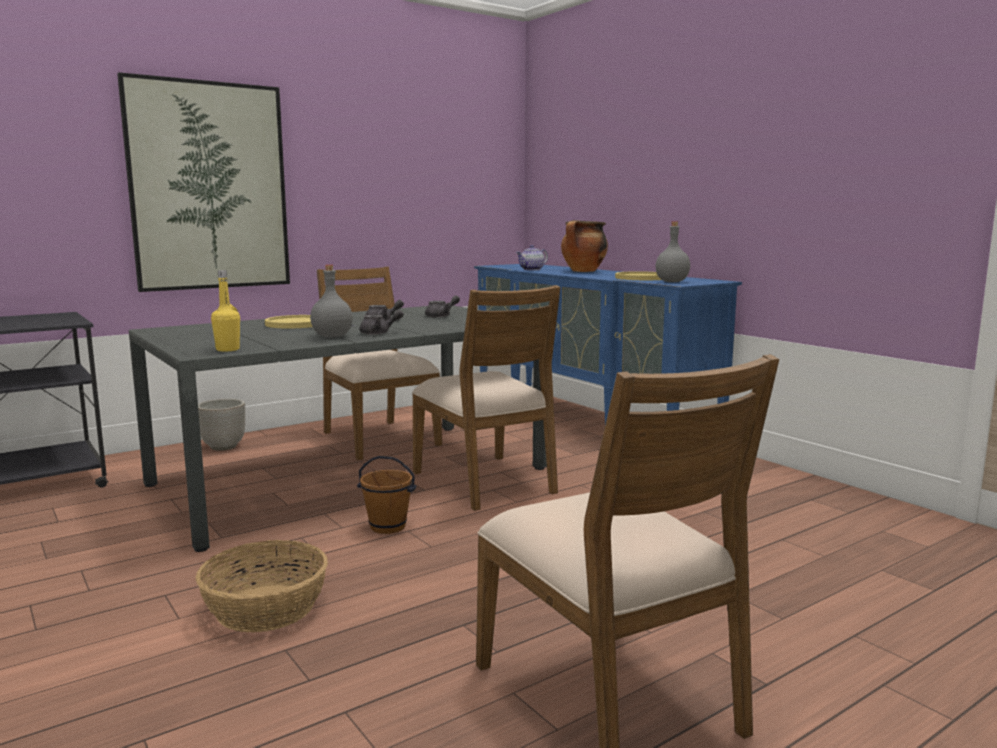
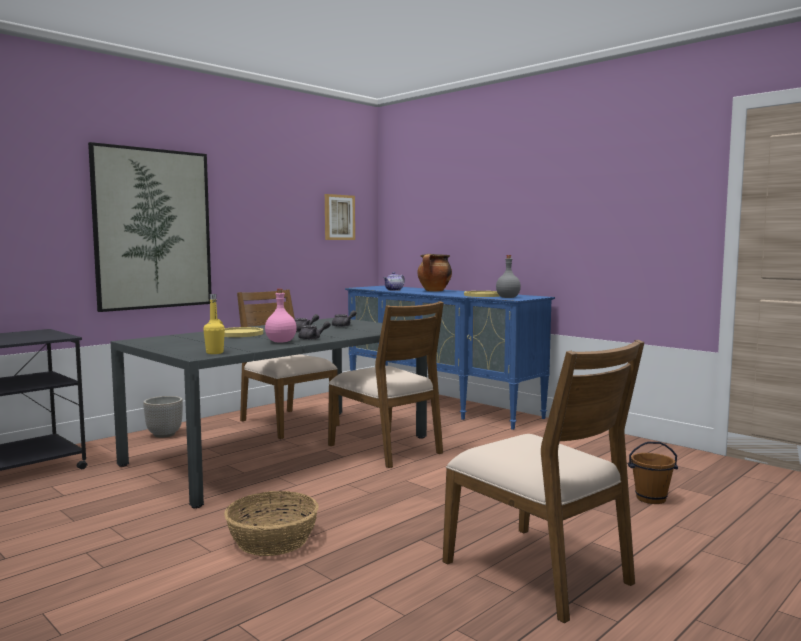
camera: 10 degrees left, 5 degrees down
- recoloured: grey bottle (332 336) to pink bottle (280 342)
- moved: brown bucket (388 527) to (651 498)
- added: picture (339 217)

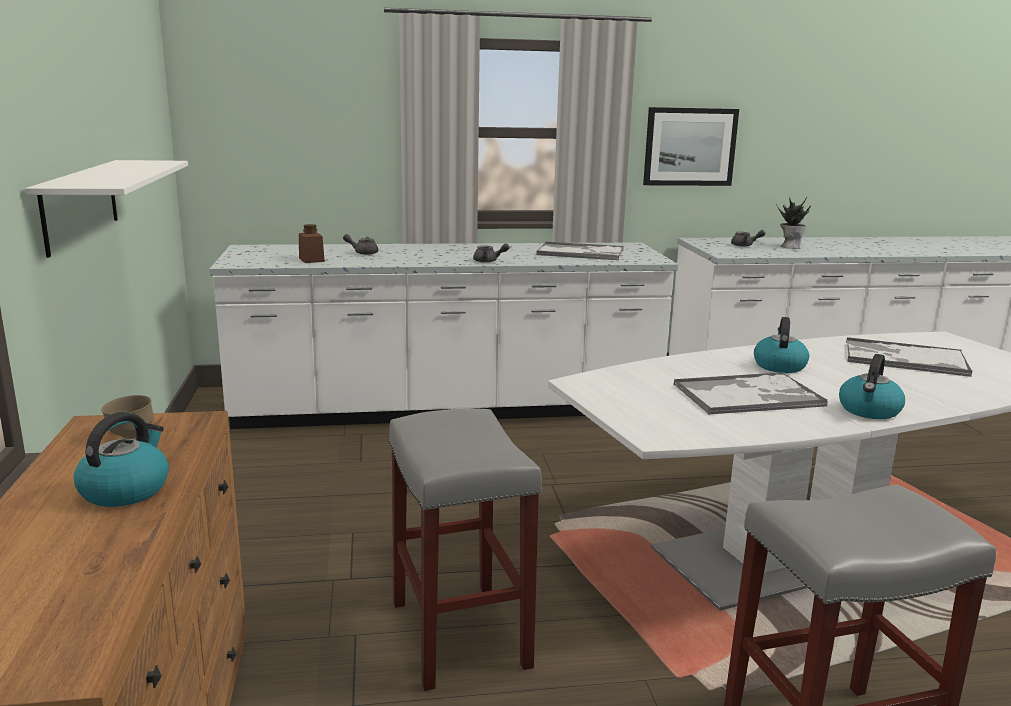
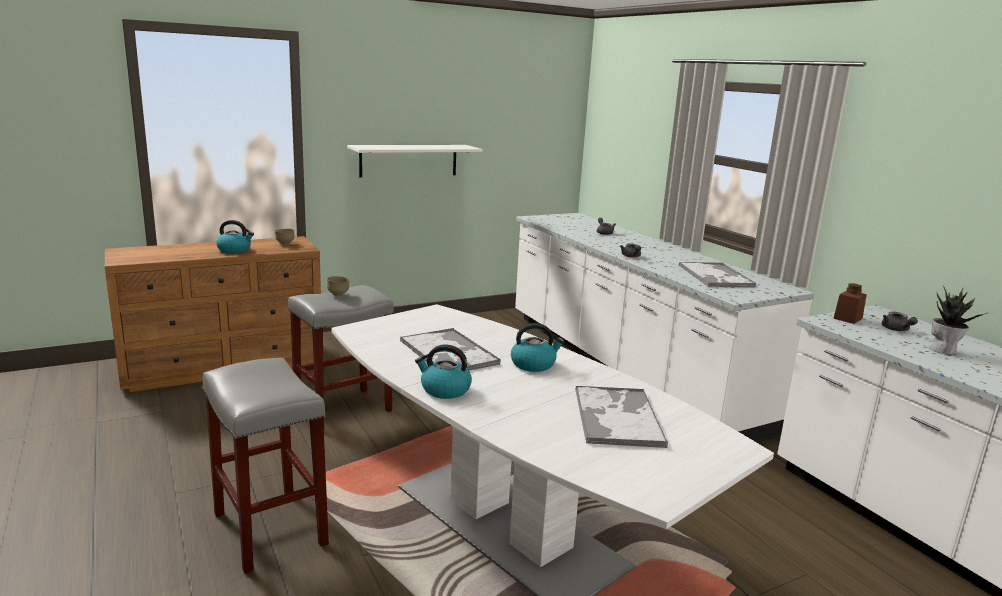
camera: 70 degrees right, 0 degrees up
- moved: brown jar (311 260) to (847 318)
- removed: picture (690 147)
- added: brown bowl (338 295)

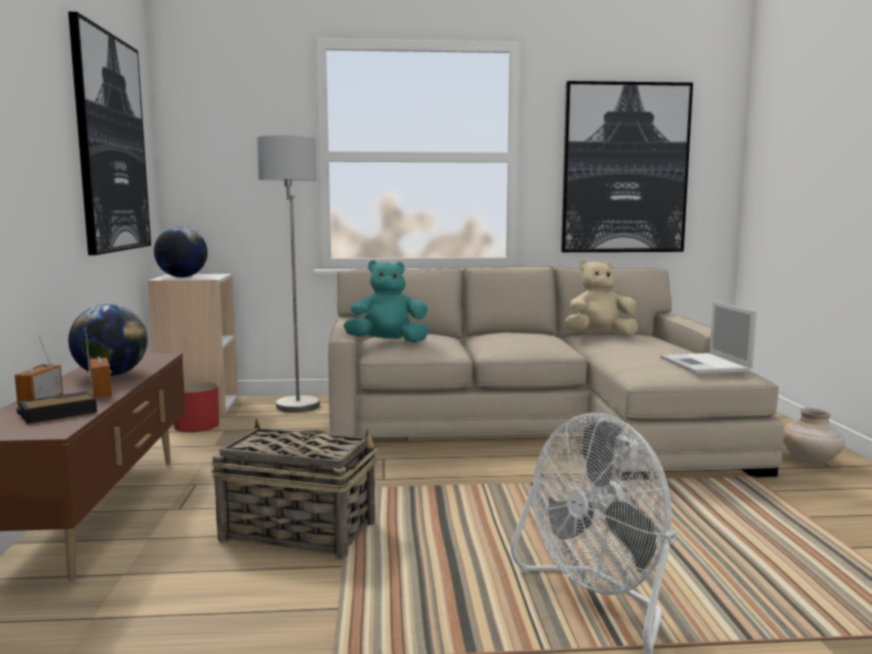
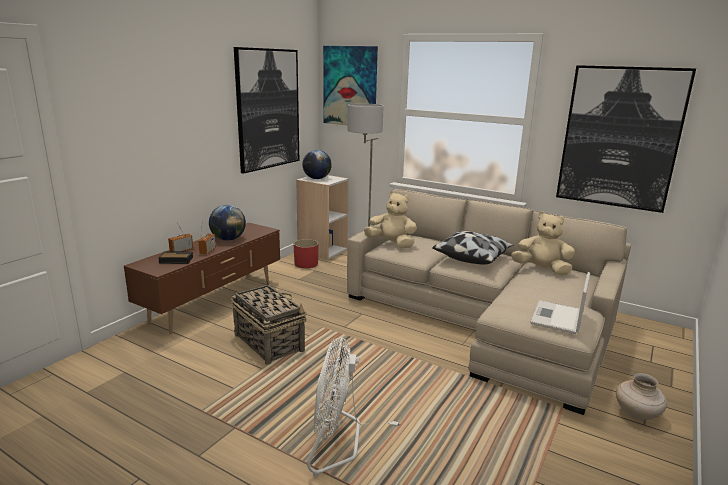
camera: 35 degrees right, 10 degrees up
- recoloured: turquoise plush toy (388 342) to beige plush toy (391 244)
- added: picture (350 86)
- added: pillow (472 257)

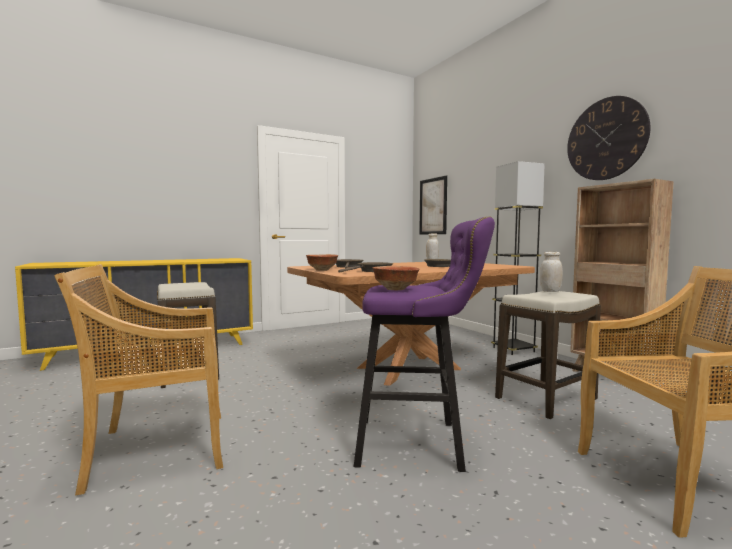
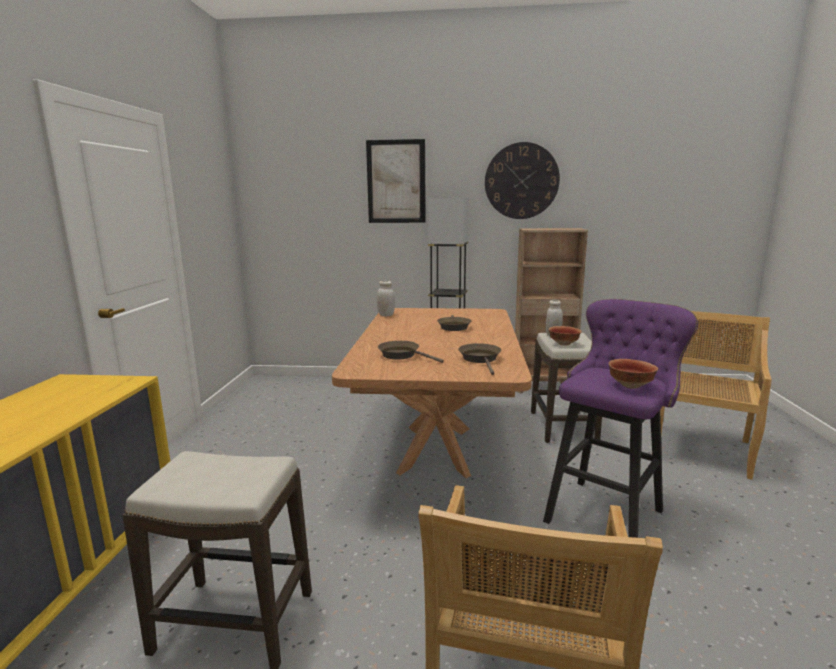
camera: 55 degrees left, 10 degrees up
- moved: bowl (322 270) to (564 344)
- moved: picture (433 206) to (396 182)

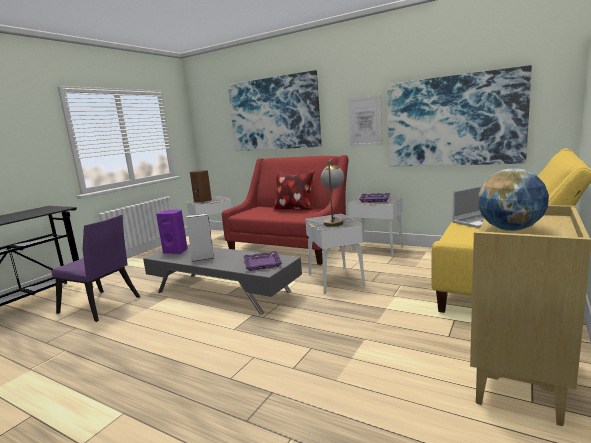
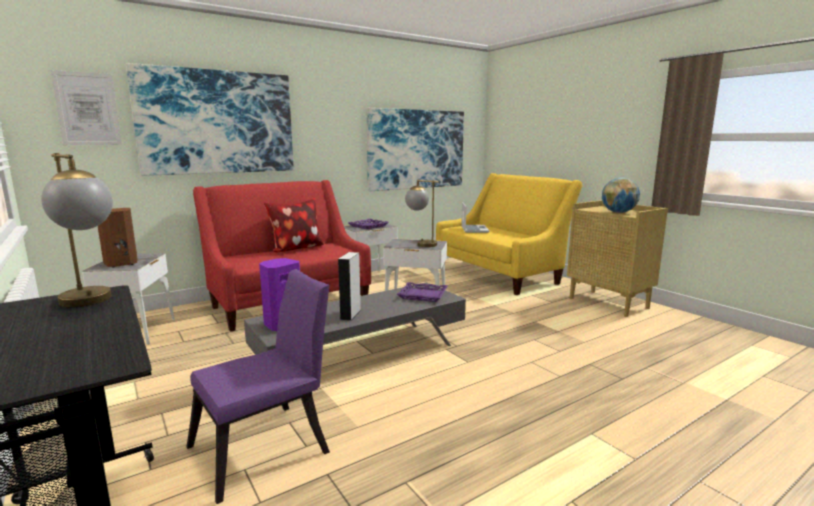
camera: 65 degrees left, 0 degrees up
- moved: picture (365 121) to (87 109)
- added: table lamp (92 303)

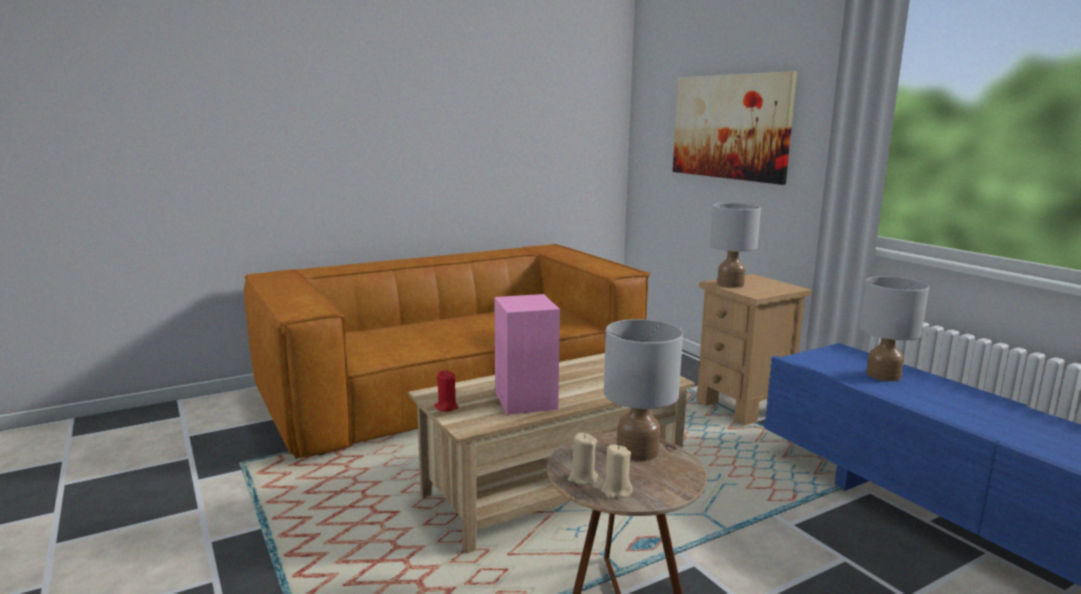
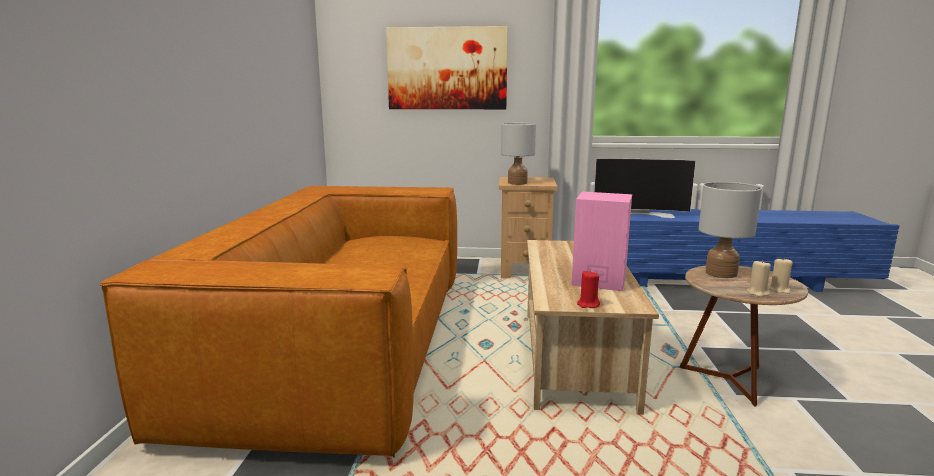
camera: 55 degrees left, 0 degrees up
- replaced: grey table lamp (884 376) to television (640 214)

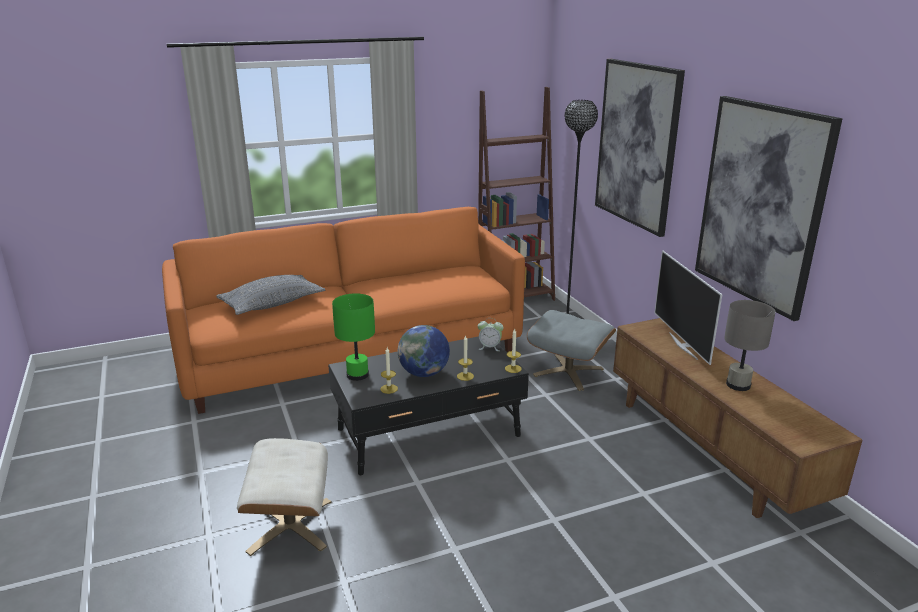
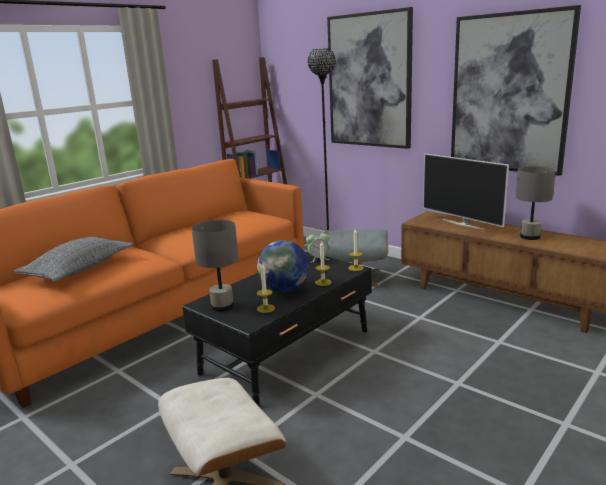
camera: 25 degrees left, 5 degrees down
- recoloured: green table lamp (357 375) to grey table lamp (222 306)

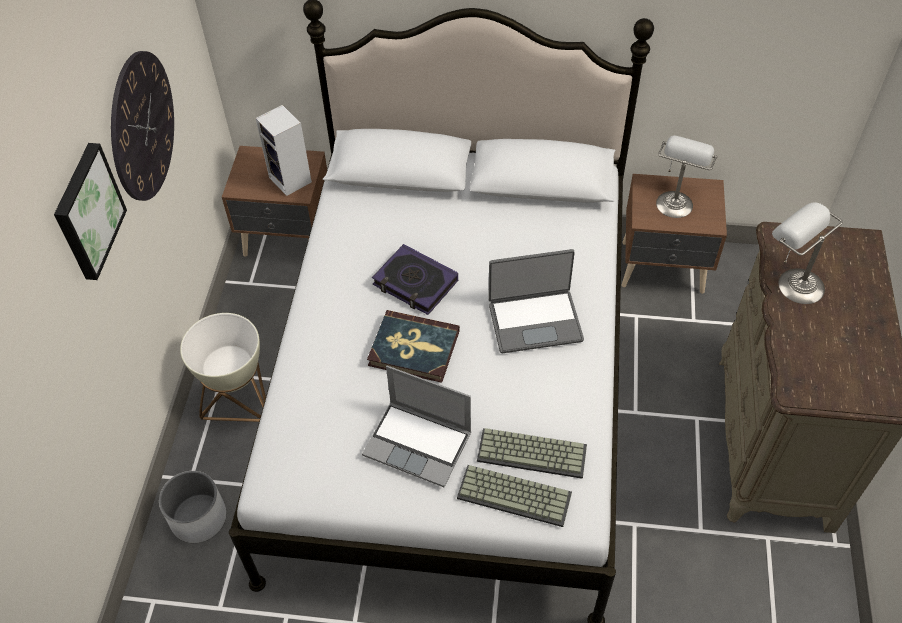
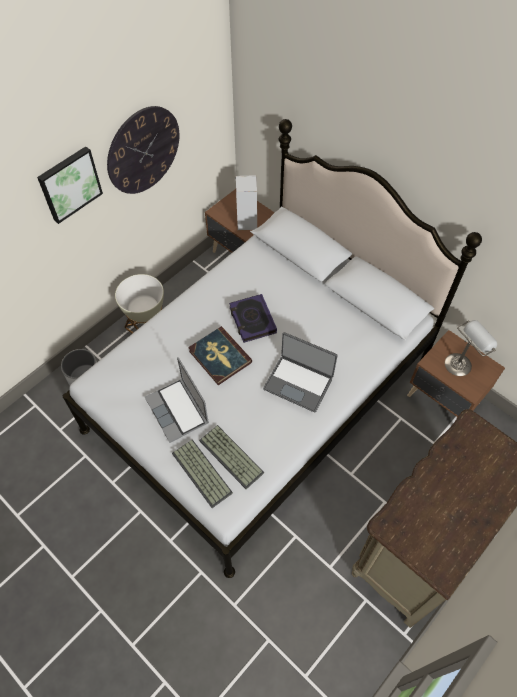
camera: 35 degrees right, 5 degrees up
- removed: white table lamp (792 281)

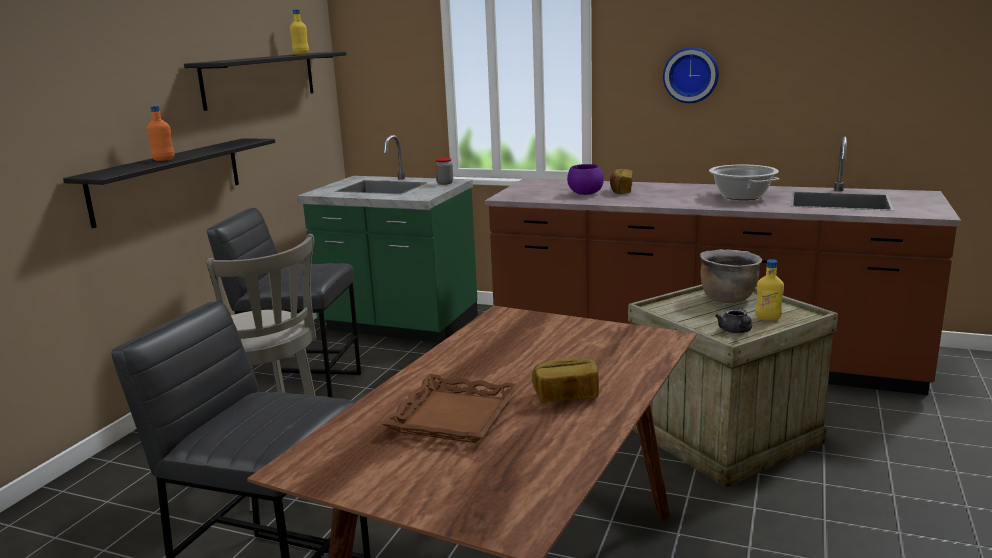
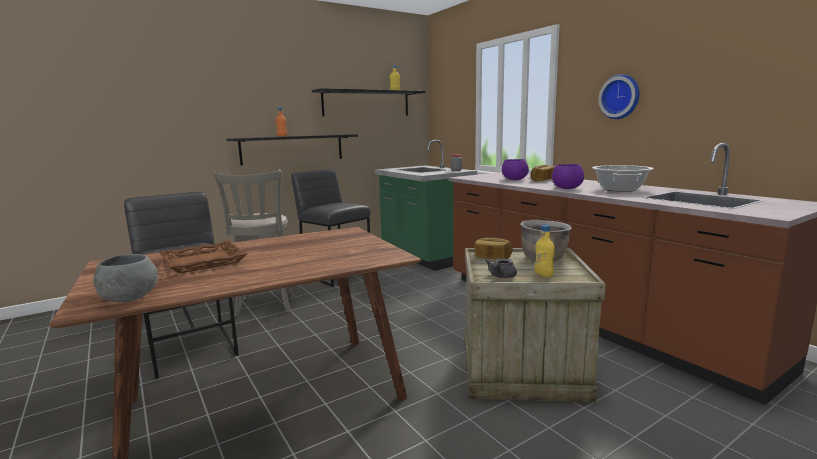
camera: 35 degrees right, 5 degrees down
- moved: bread (566 395) to (492 258)
- added: grey bowl (129 299)
- added: purple bowl (566 188)

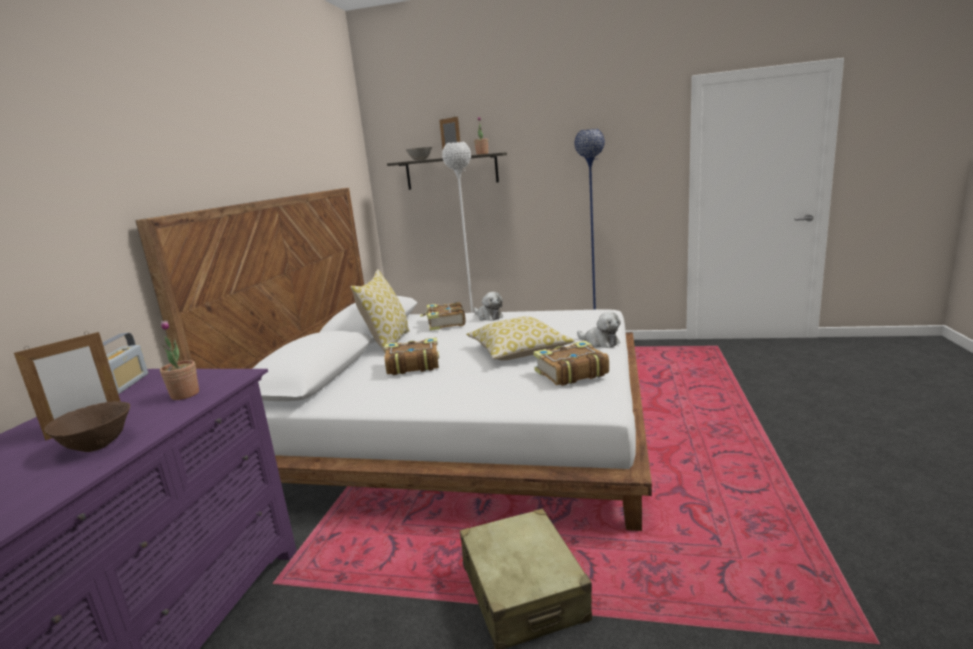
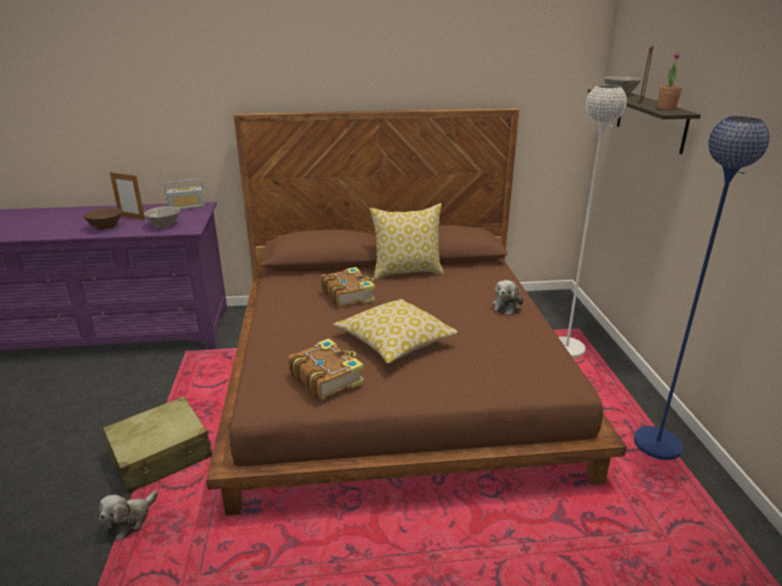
camera: 70 degrees right, 10 degrees up
- recoloured: white bed (463 424) to brown bed (396 376)
- replaced: potted plant (185 394) to grey bowl (164 225)
- removed: book (445 323)
- moved: plush toy (600 342) to (130 520)

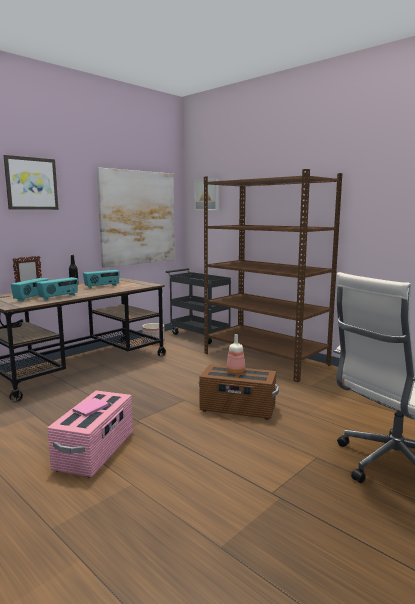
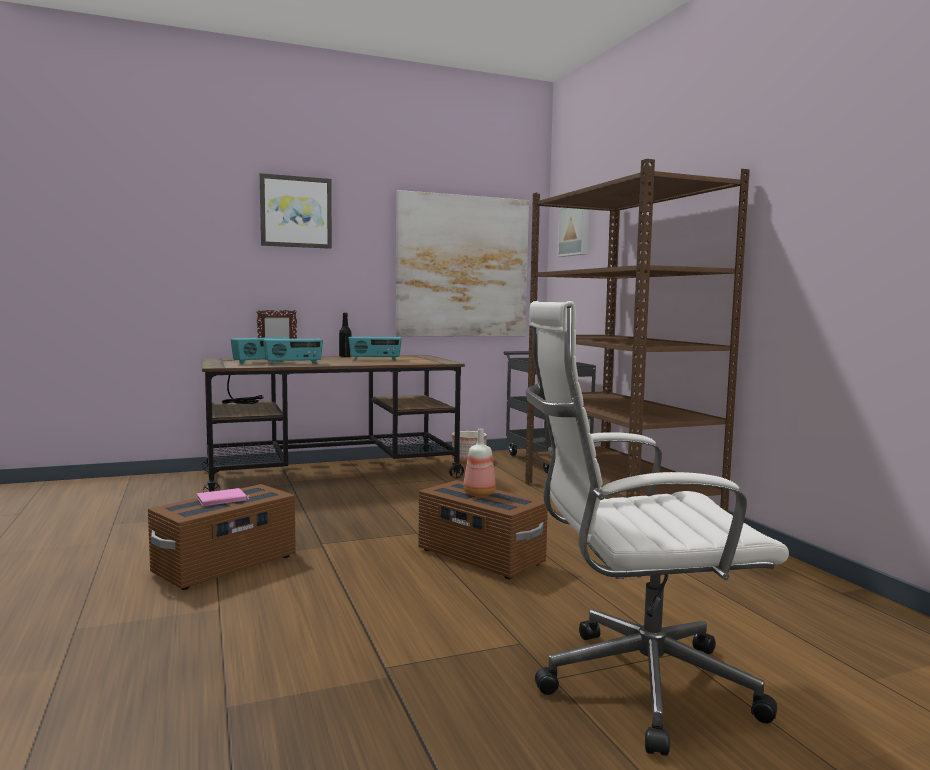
camera: 25 degrees right, 5 degrees down
- recoloured: pink storage box (95 451) to brown storage box (226 565)

